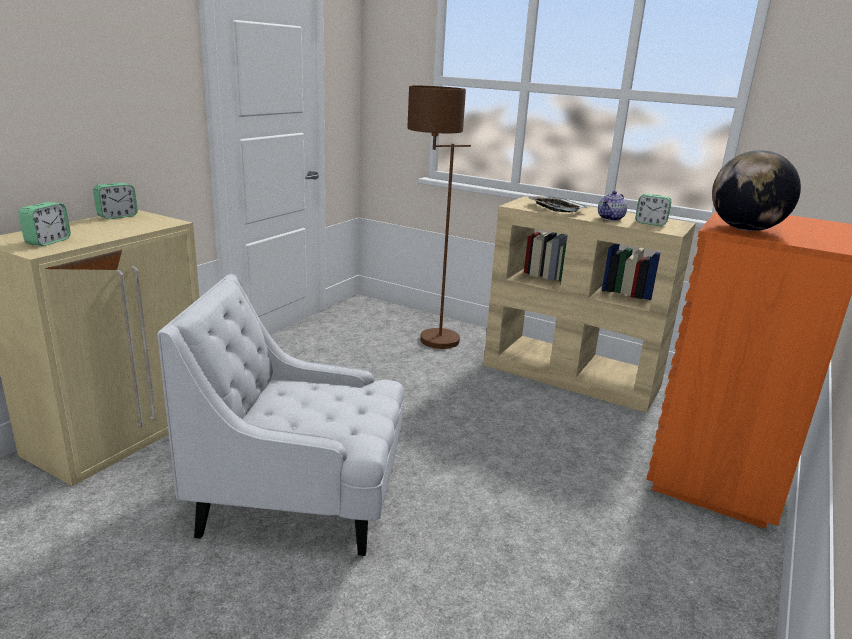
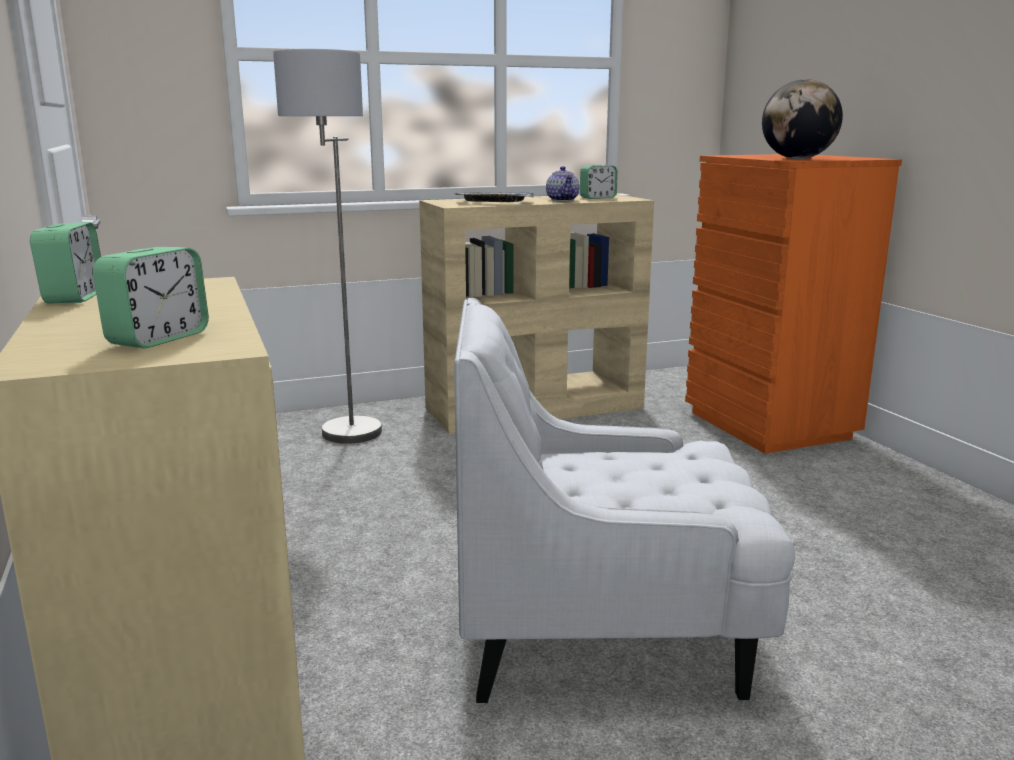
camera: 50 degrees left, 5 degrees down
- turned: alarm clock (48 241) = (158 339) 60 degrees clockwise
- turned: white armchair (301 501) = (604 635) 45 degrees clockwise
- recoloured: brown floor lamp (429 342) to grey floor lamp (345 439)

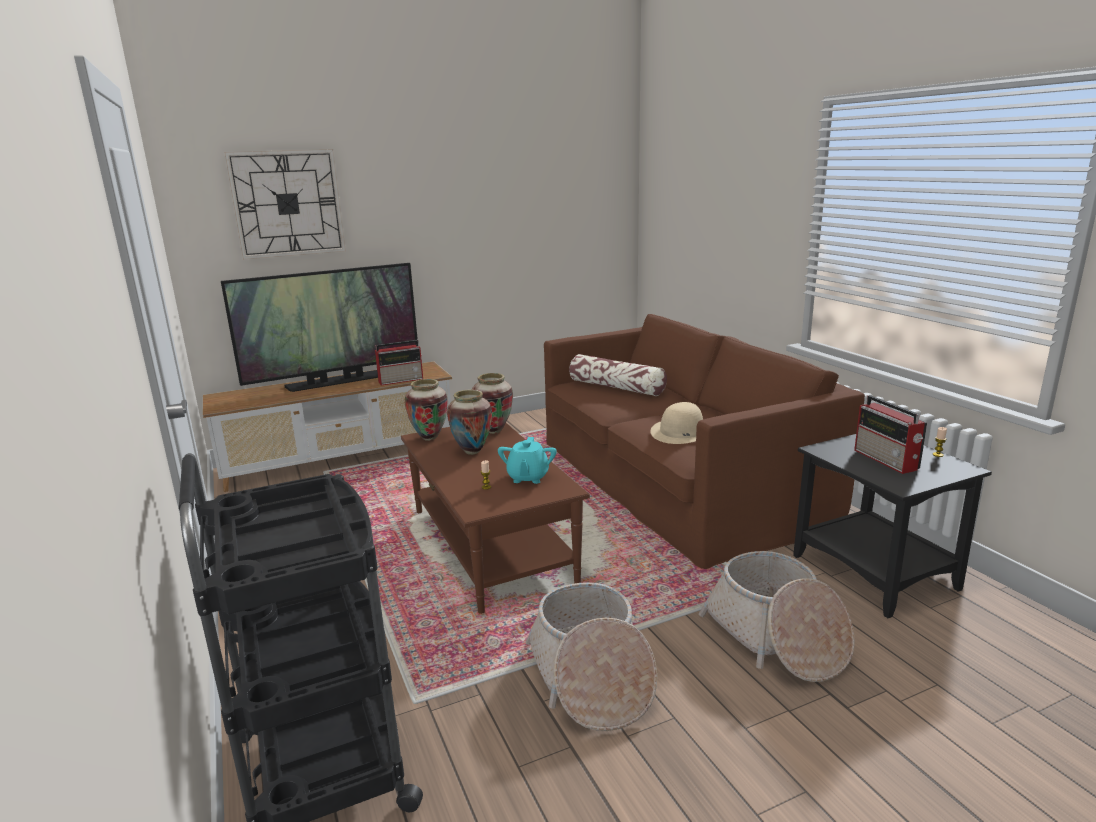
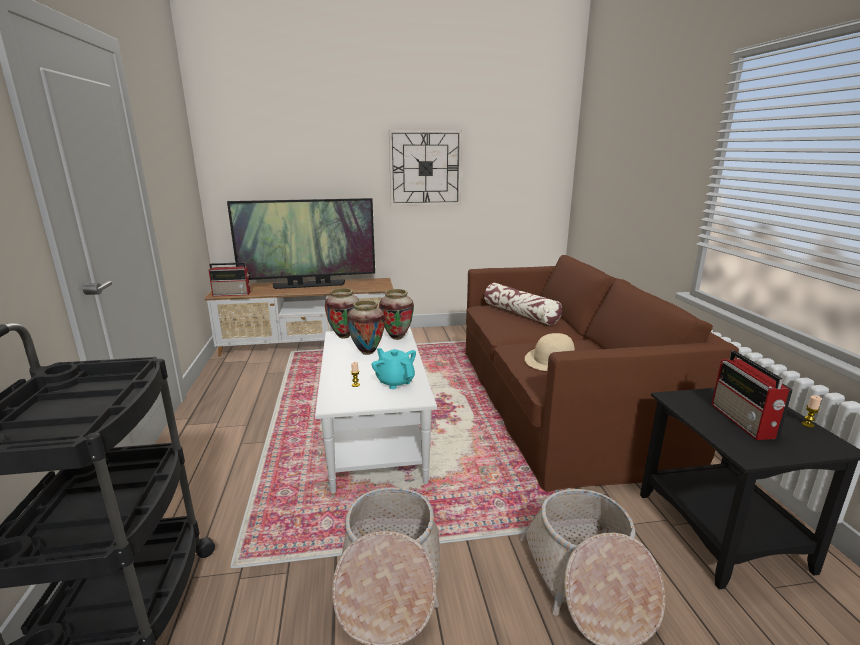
camera: 15 degrees right, 0 degrees up
- moved: wall clock (287 203) to (425 168)
- moved: radio (402 380) to (232 294)
- recoloured: brown coffee table (491 546) to white coffee table (375 433)
- turned: turquoise teapot (527 477) = (395 381) 120 degrees clockwise

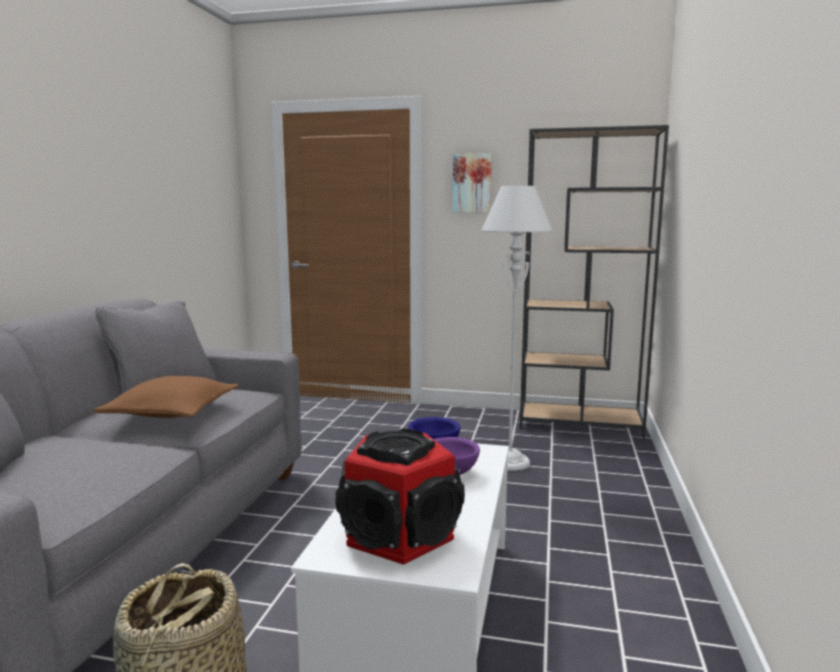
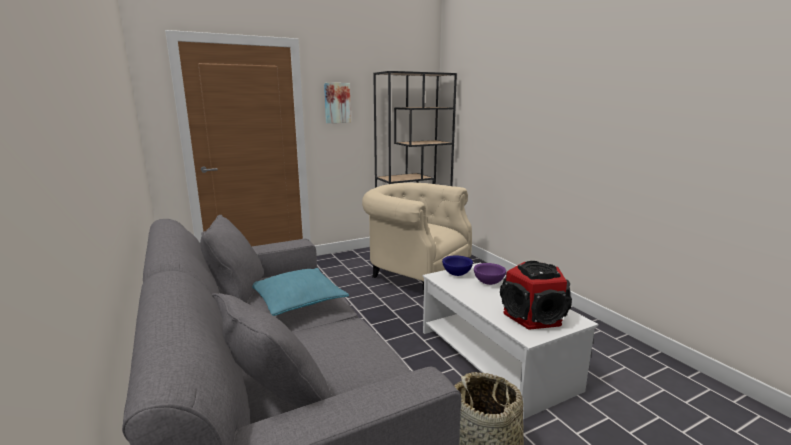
camera: 40 degrees left, 5 degrees up
- recoloured: brown pillow (172 412) to turquoise pillow (298 300)
- replaced: grey floor lamp (509 462) to beige armchair (414 276)

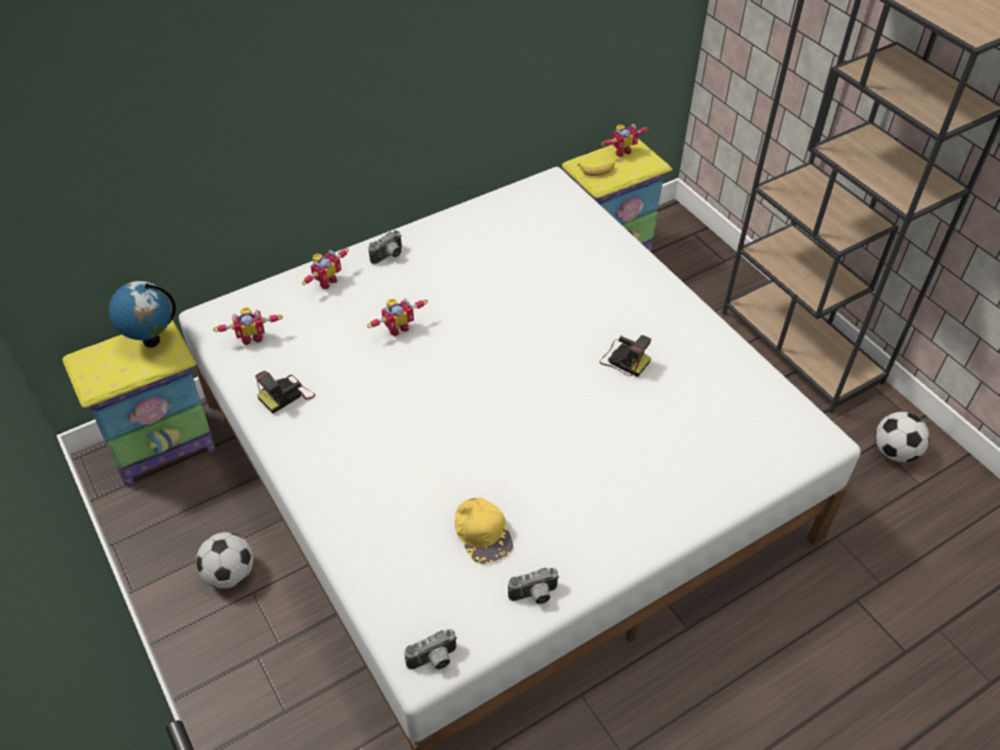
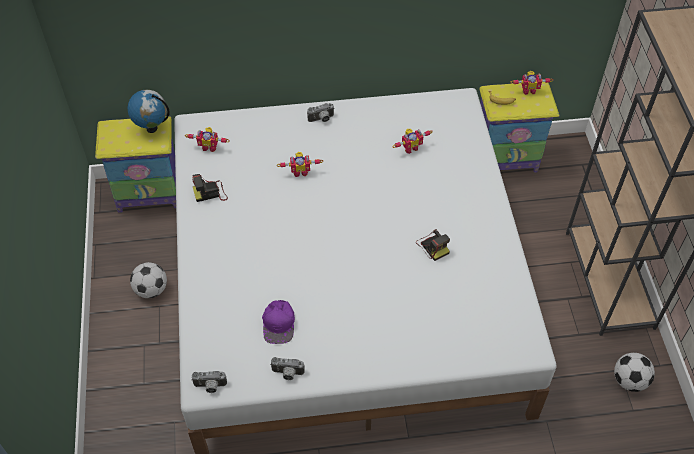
camera: 25 degrees right, 5 degrees up
- moved: toy robot (326 281) to (410 147)
- recoloured: yellow cap (482 532) to purple cap (279 323)

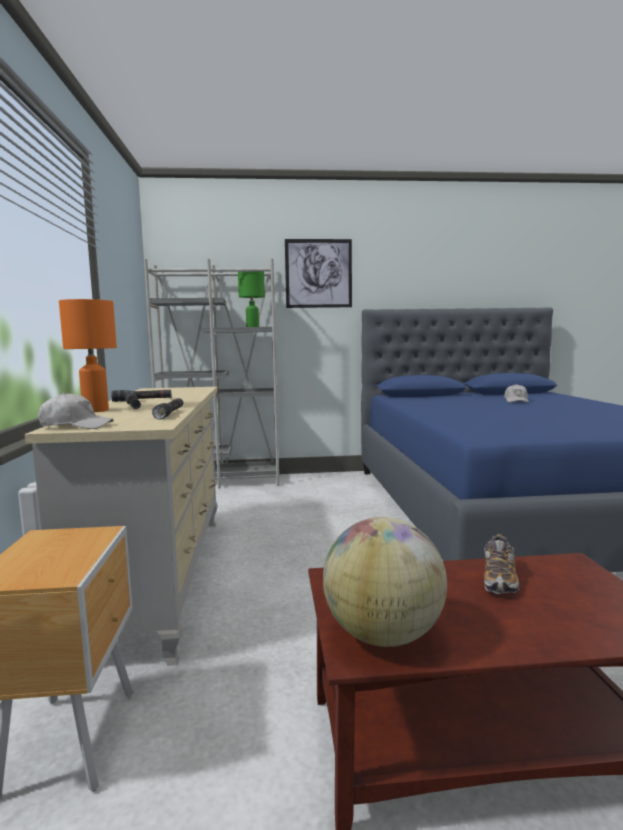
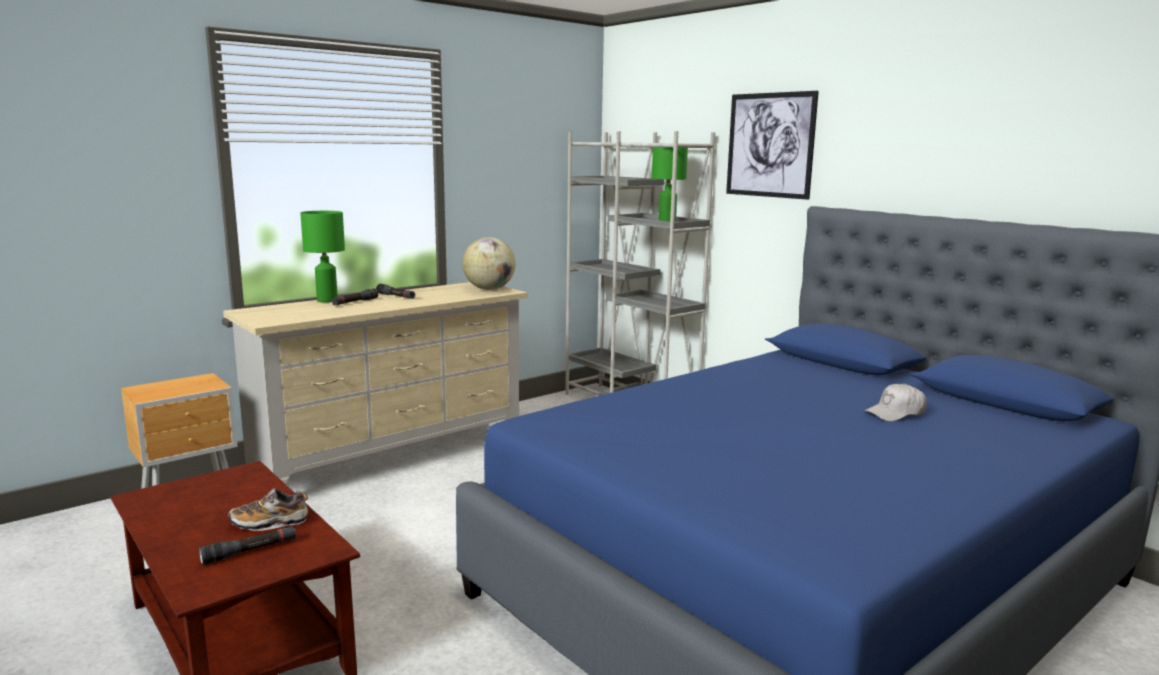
camera: 55 degrees right, 5 degrees up
- removed: white cap (76 426)
- recoloured: orange table lamp (96 410) to green table lamp (328 300)
- moved: black flashlight (170 414) to (250 551)
- moved: globe (383 635) to (489 289)

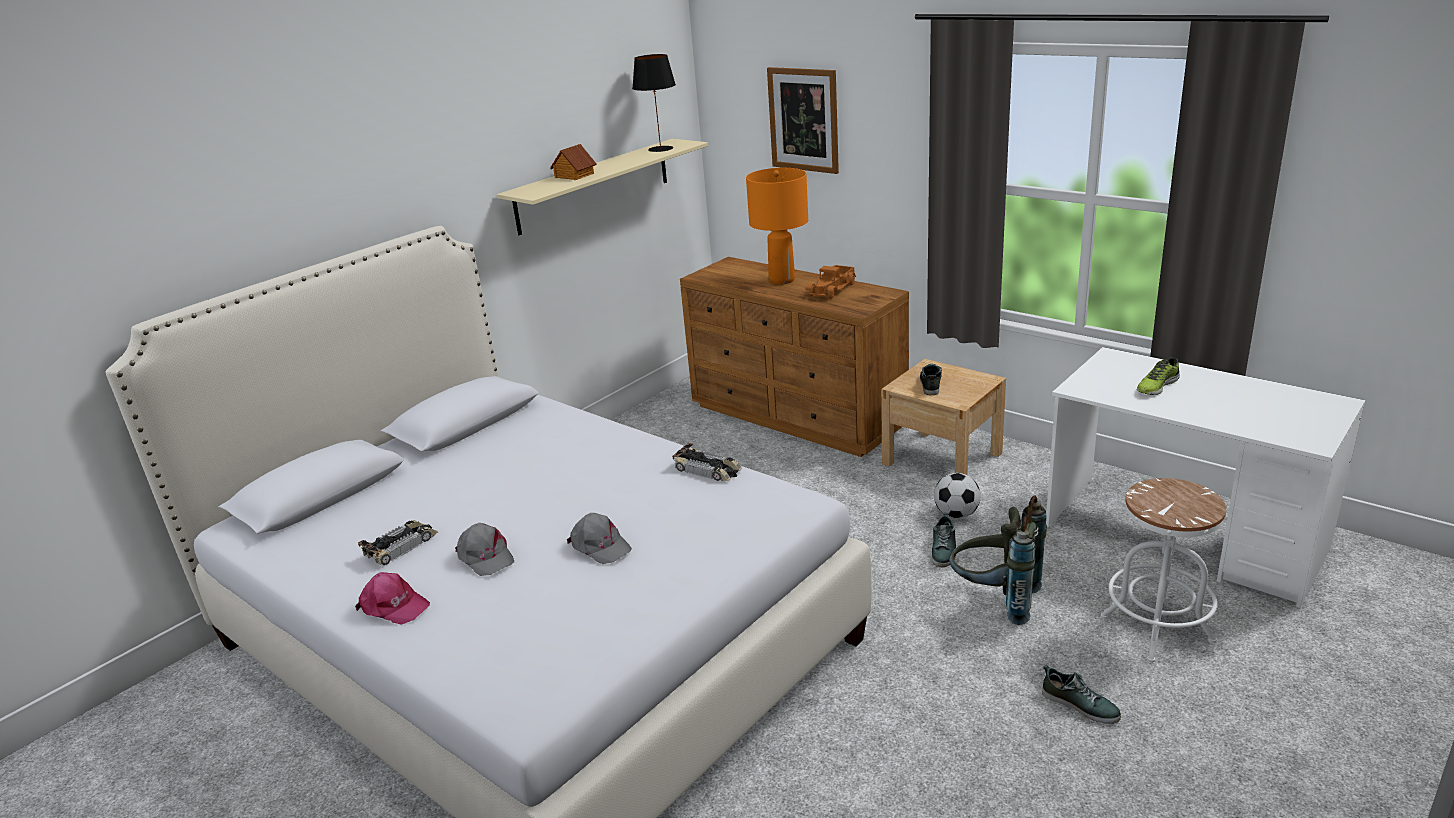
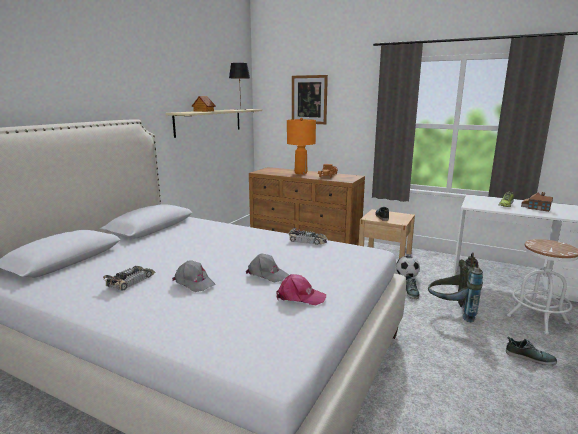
camera: 15 degrees left, 10 degrees down
- moved: pink cap (393 606) to (300 297)
- added: toy house (535 207)

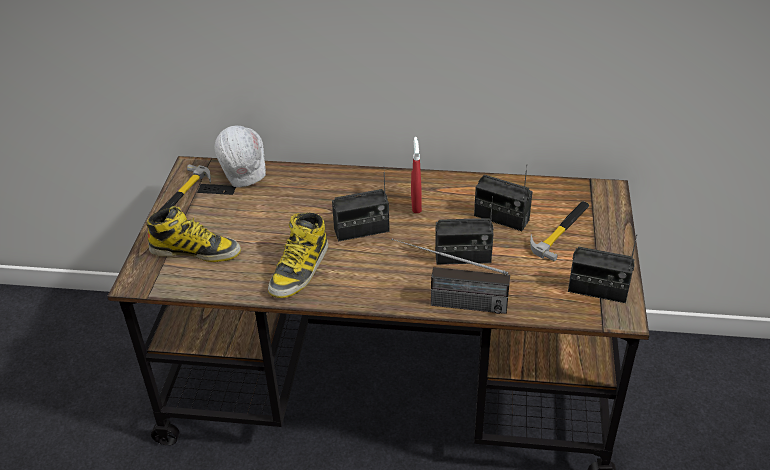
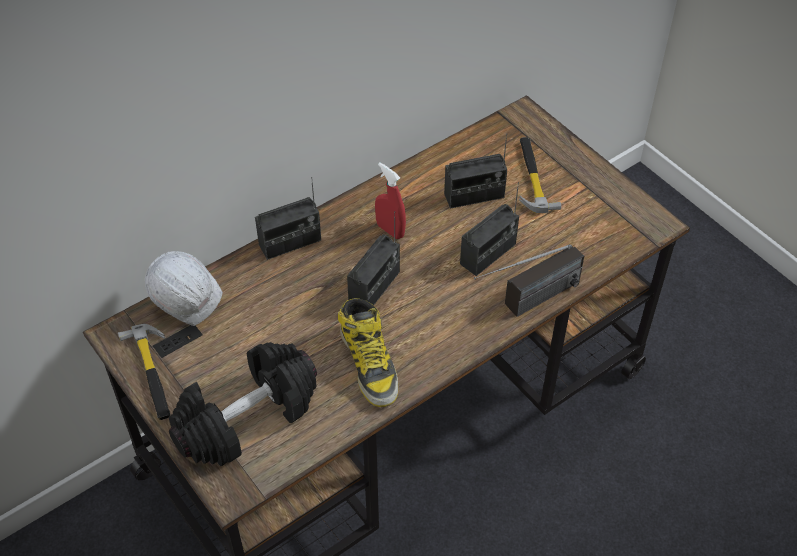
camera: 45 degrees left, 10 degrees up
- replaced: boot (195 251) to black dumbbell (247 417)
- moved: radio (597 290) to (290 243)

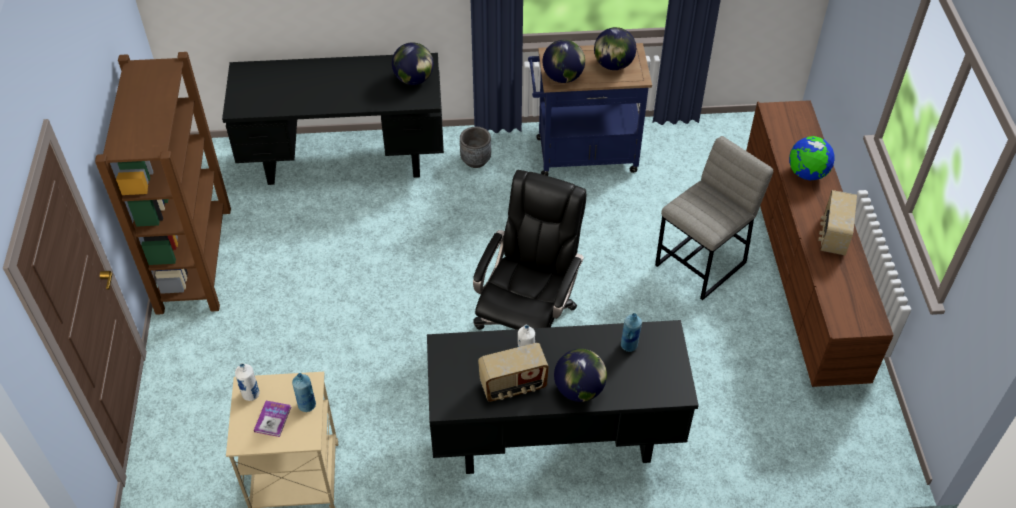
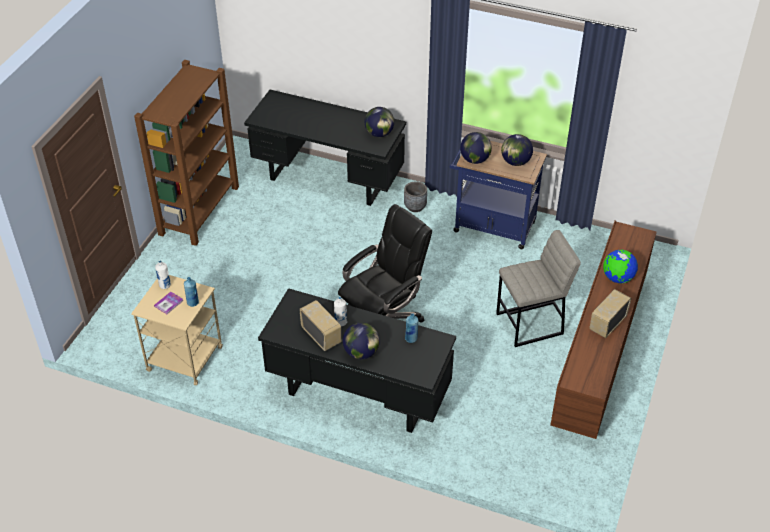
camera: 25 degrees right, 5 degrees down
- turned: radio (513 386) = (321 336) 135 degrees counterclockwise

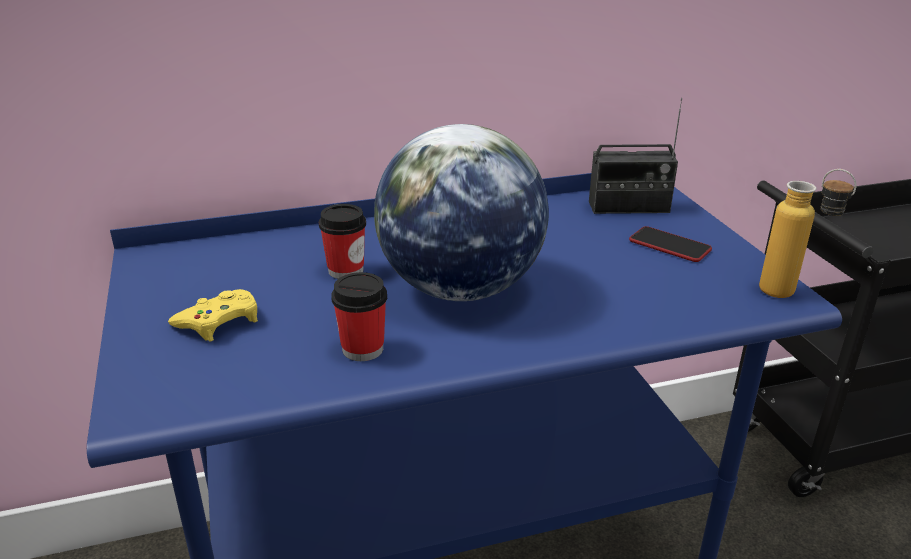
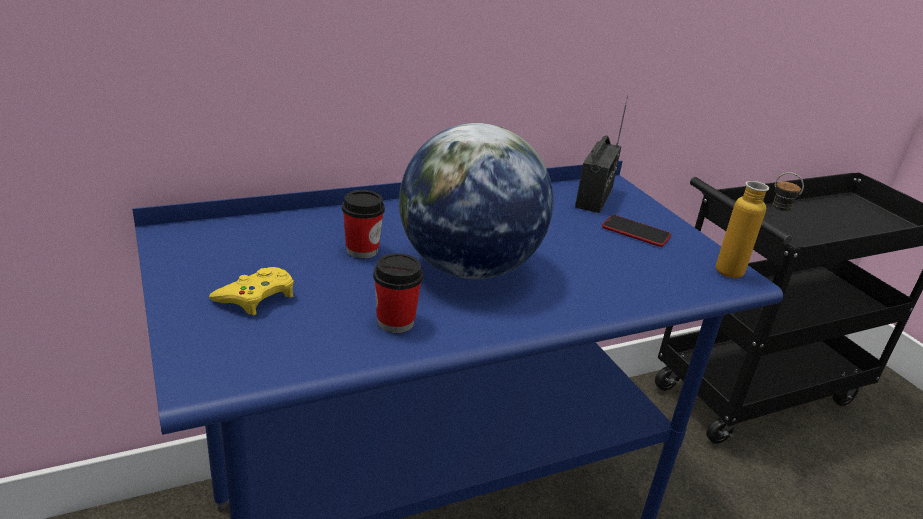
camera: 10 degrees left, 0 degrees up
- turned: radio (628 207) = (594 197) 60 degrees counterclockwise

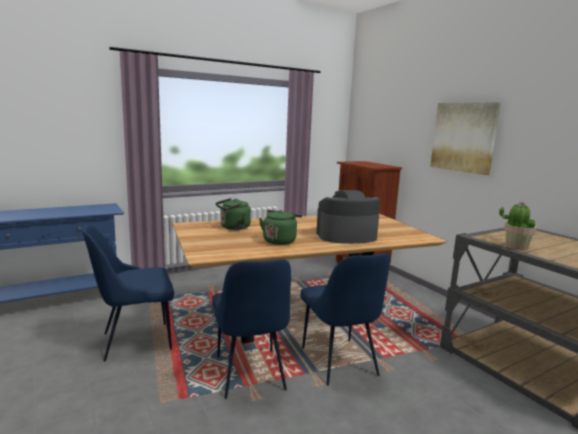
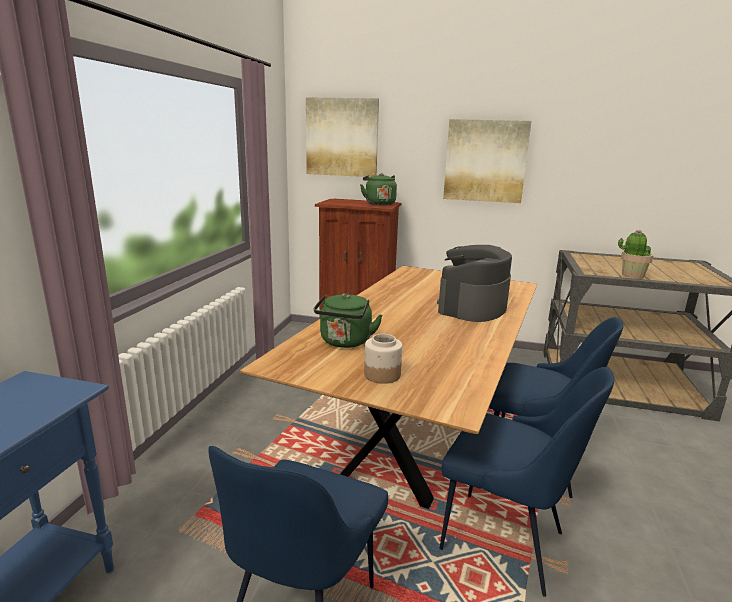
camera: 45 degrees left, 5 degrees up
- moved: green kettle (280 240) to (379 203)
- added: picture (342 137)
- added: jar (382 375)

